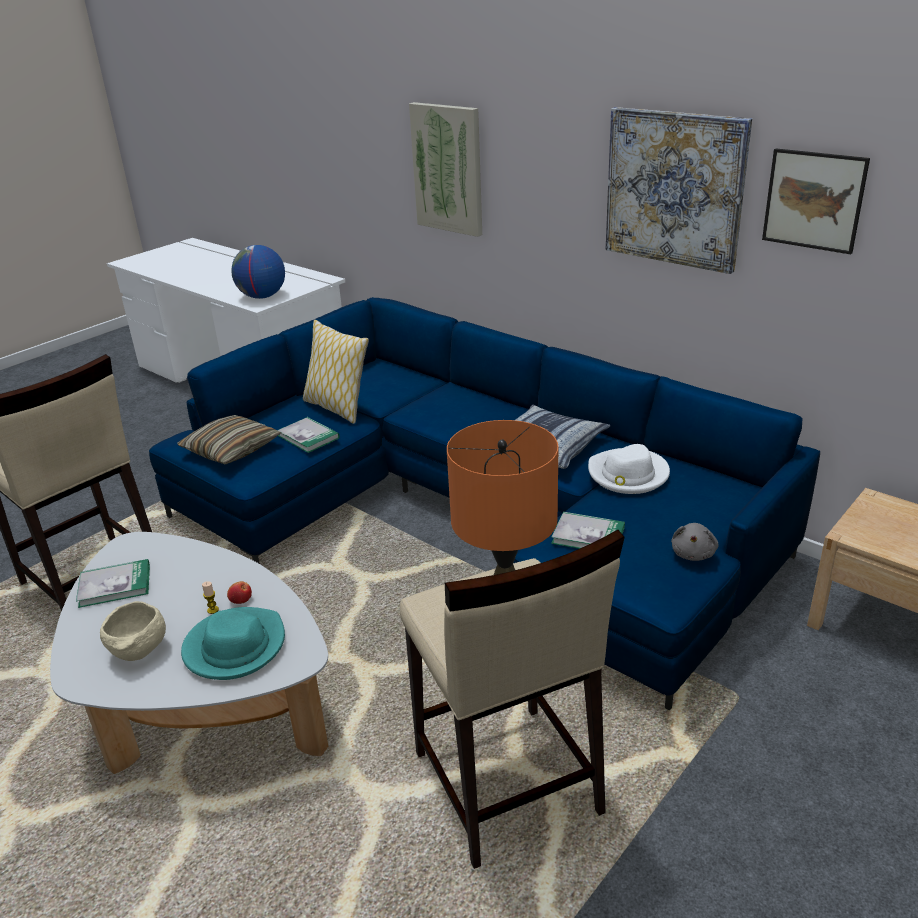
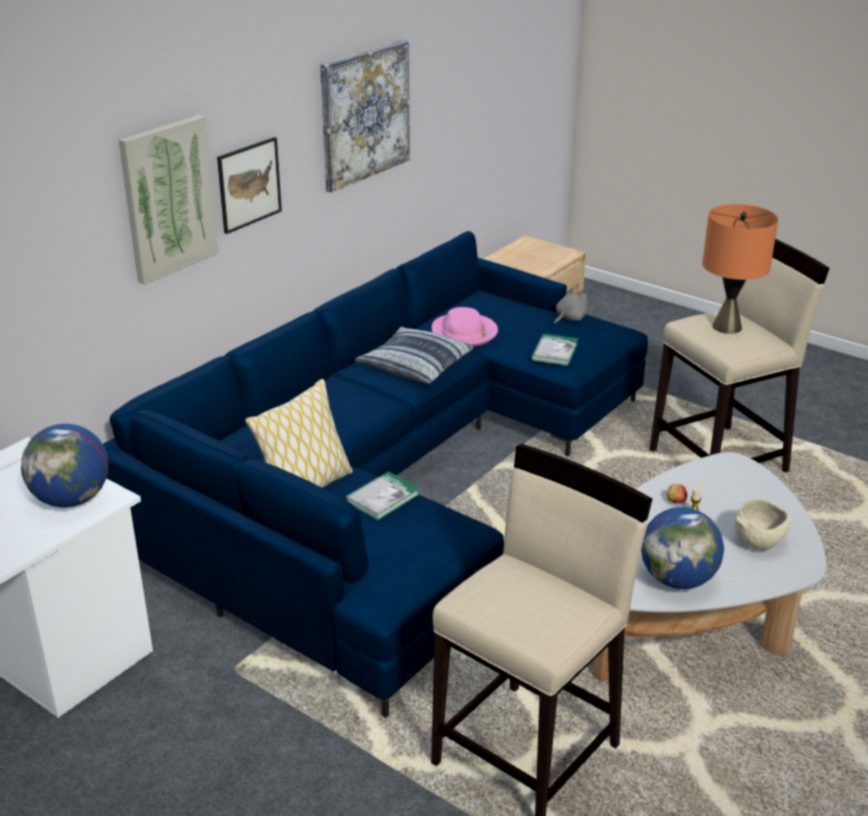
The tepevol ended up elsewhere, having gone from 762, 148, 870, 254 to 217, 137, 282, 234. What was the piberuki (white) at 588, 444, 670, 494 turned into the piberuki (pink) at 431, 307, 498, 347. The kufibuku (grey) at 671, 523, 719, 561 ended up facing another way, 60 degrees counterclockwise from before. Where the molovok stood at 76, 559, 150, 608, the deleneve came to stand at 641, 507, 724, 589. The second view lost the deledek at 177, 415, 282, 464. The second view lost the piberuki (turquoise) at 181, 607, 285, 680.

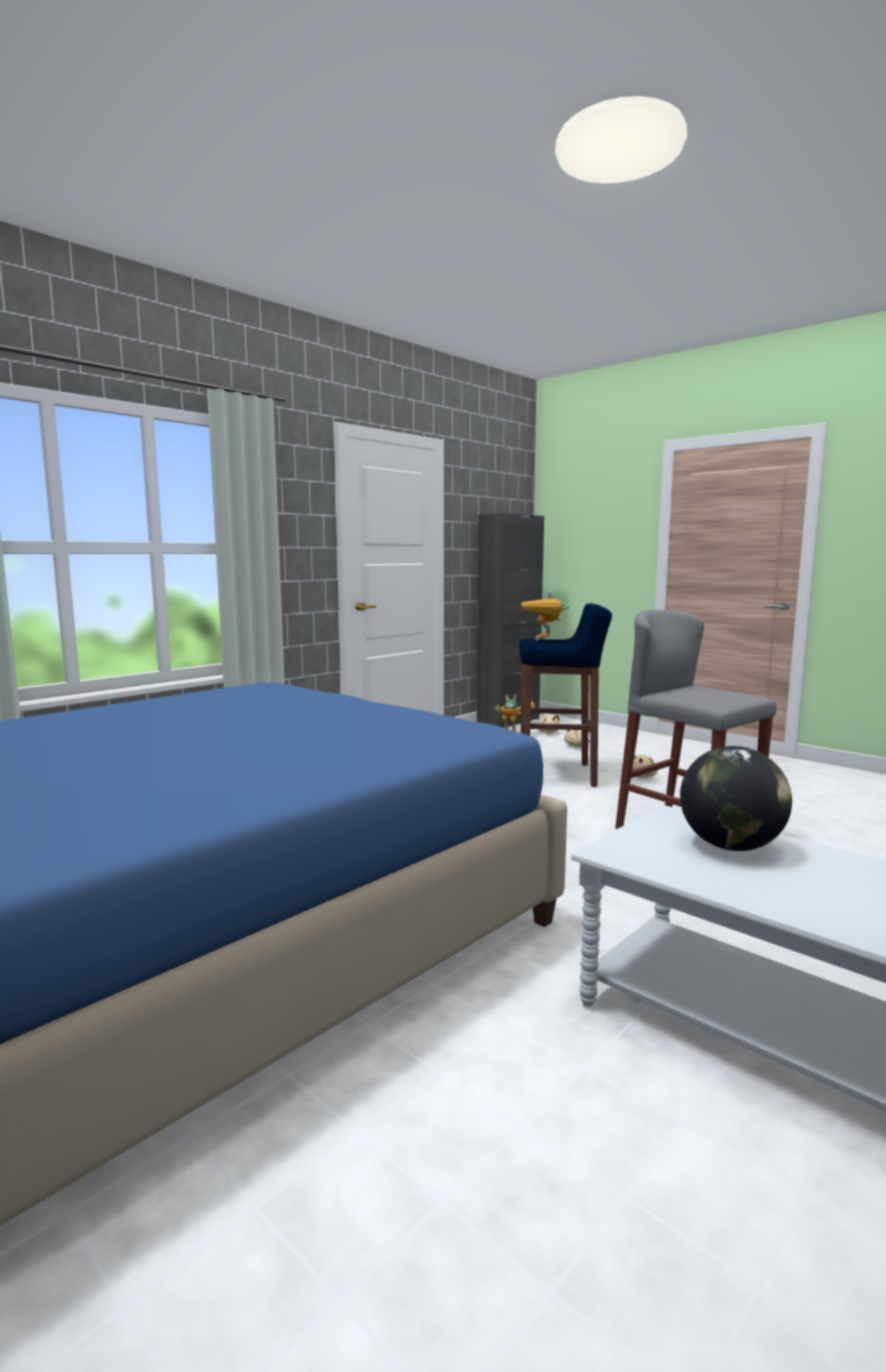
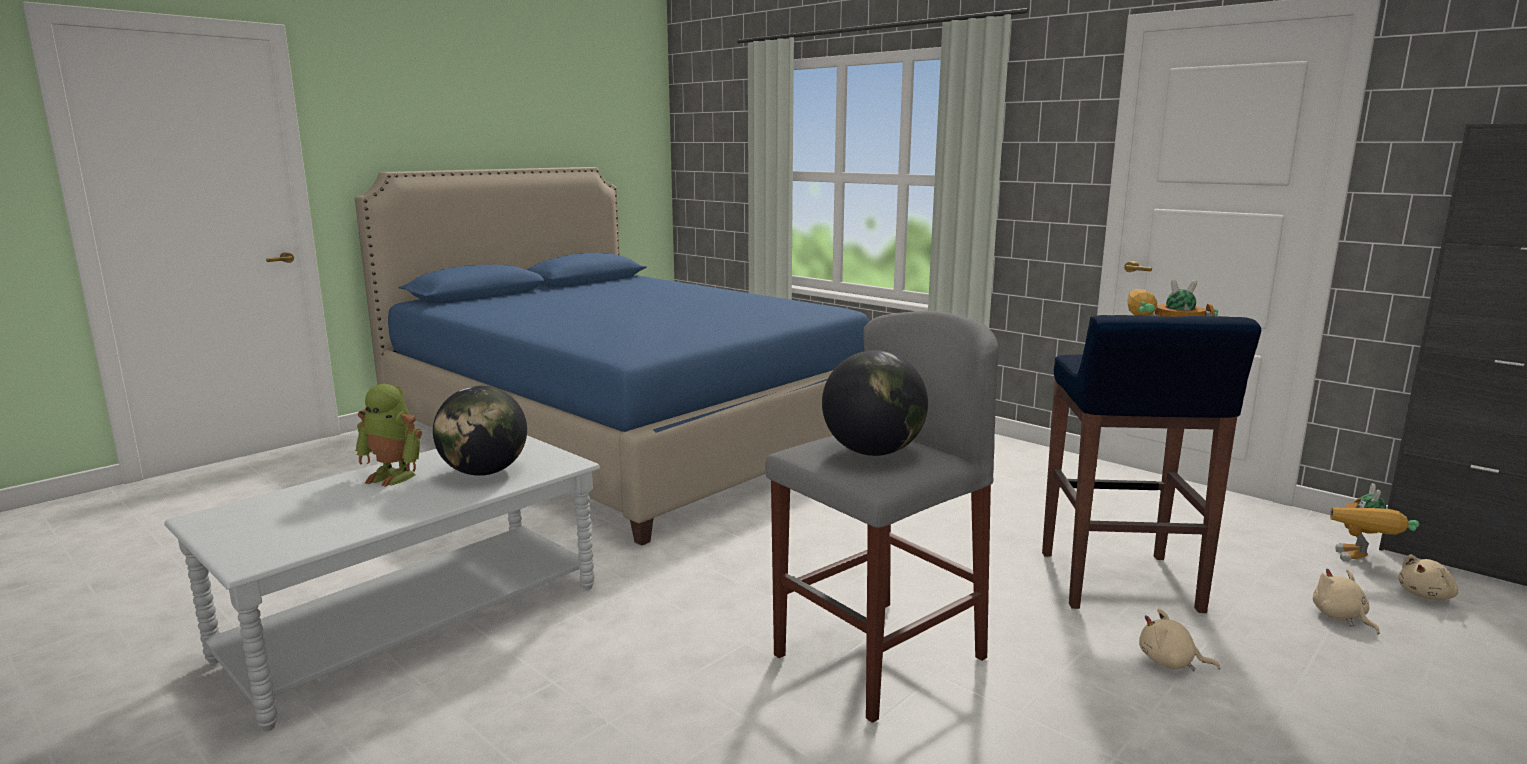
The second view gained the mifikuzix at 355, 384, 422, 487. The second view gained the deleneve at 822, 350, 928, 456.

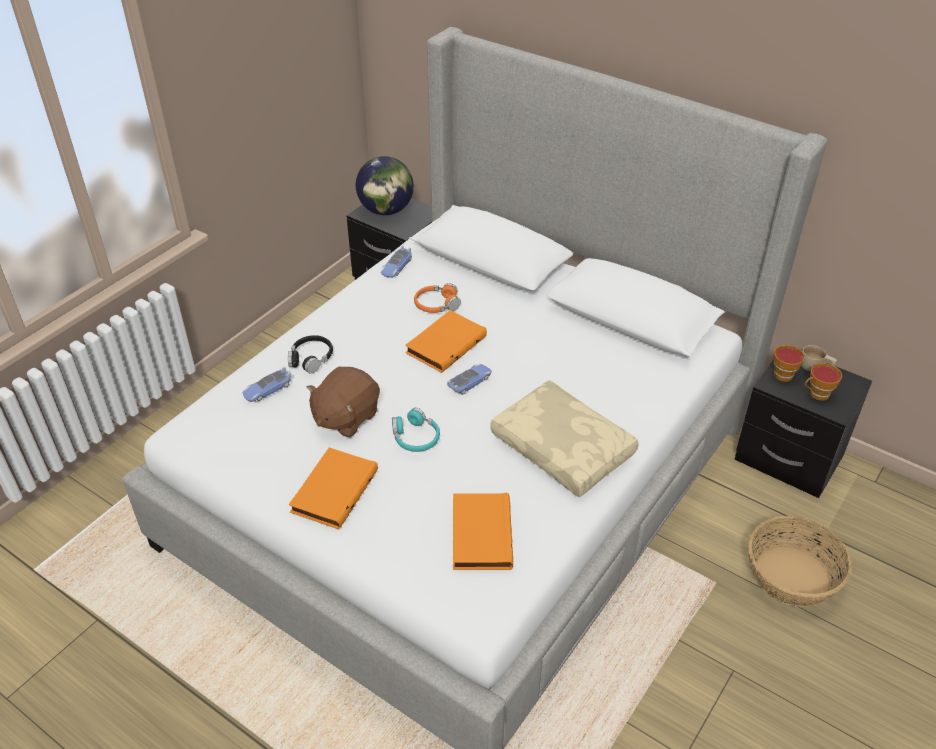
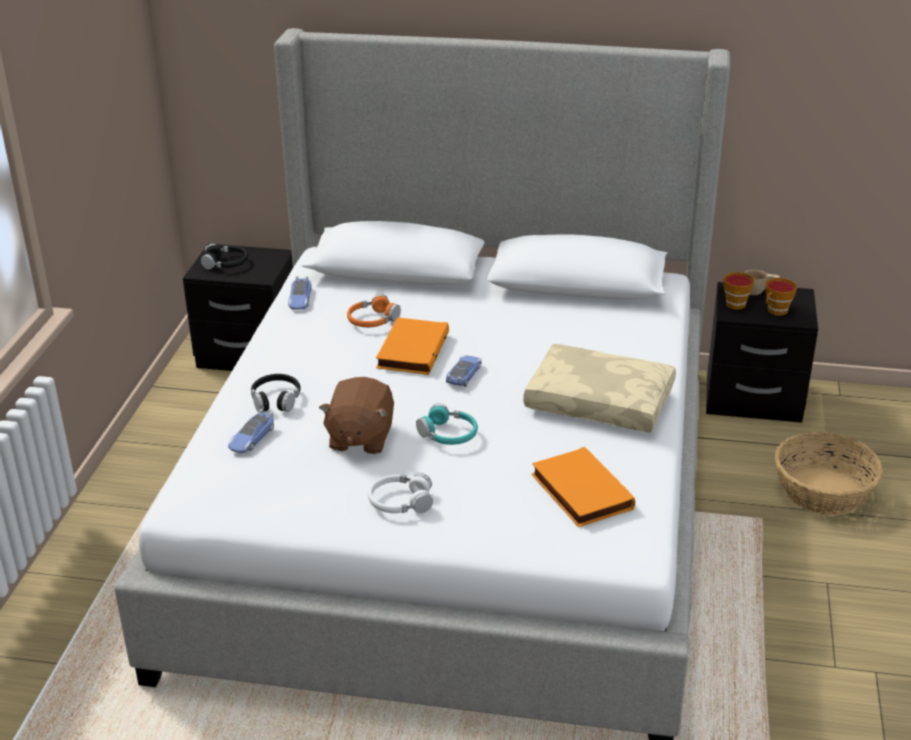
Where the deleneve stood at 356, 156, 414, 215, the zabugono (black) came to stand at 201, 244, 248, 270. Where the molovok (orange) stood at 288, 447, 378, 530, the zabugono (white) came to stand at 368, 473, 433, 513.

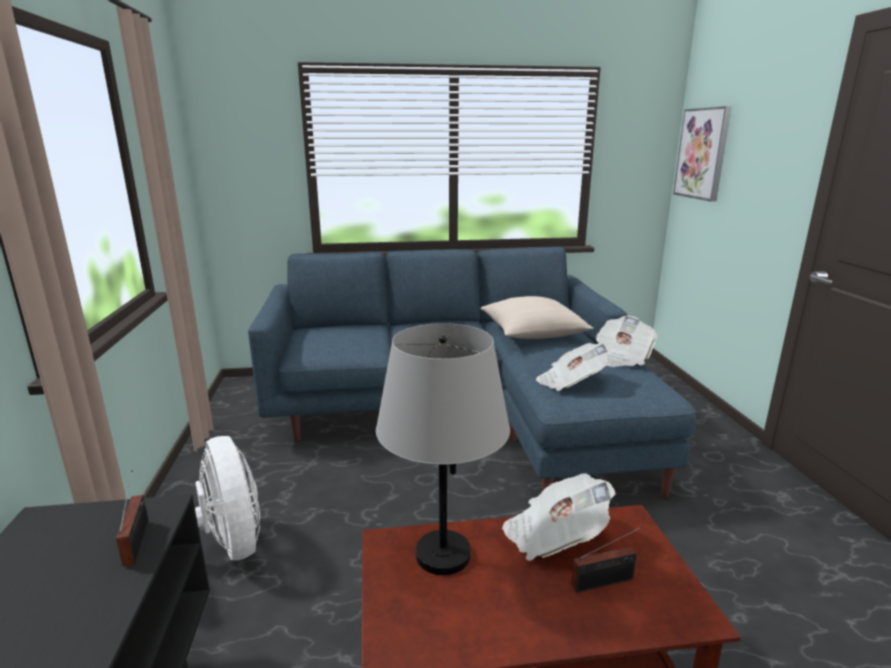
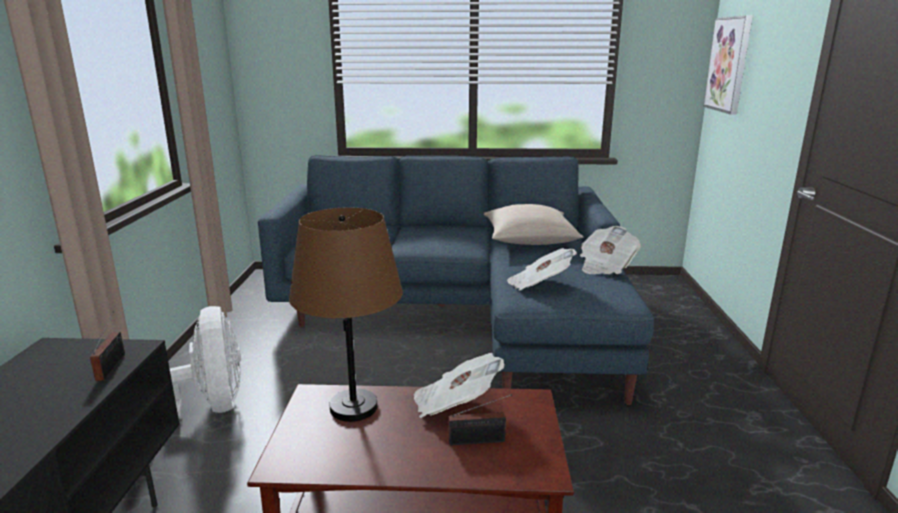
What was the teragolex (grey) at 376, 323, 510, 575 turned into the teragolex (brown) at 289, 208, 403, 422.

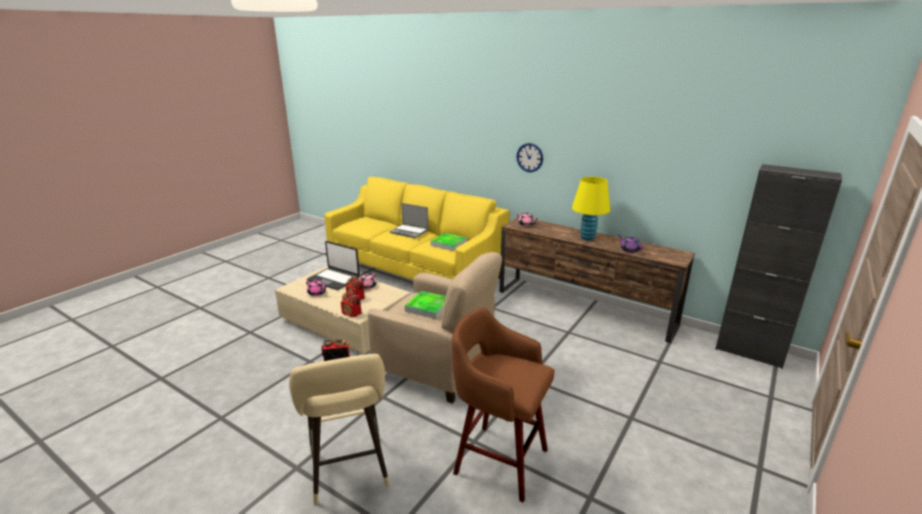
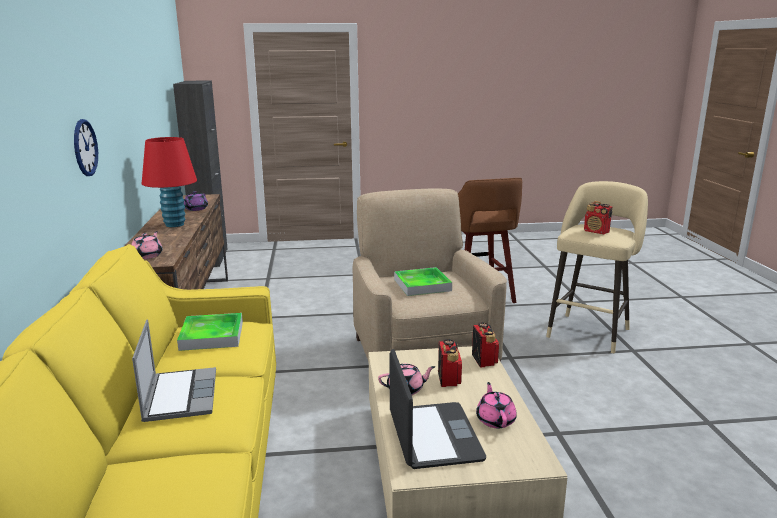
What was the teragolex (yellow) at 572, 177, 610, 241 turned into the teragolex (red) at 142, 137, 197, 227.

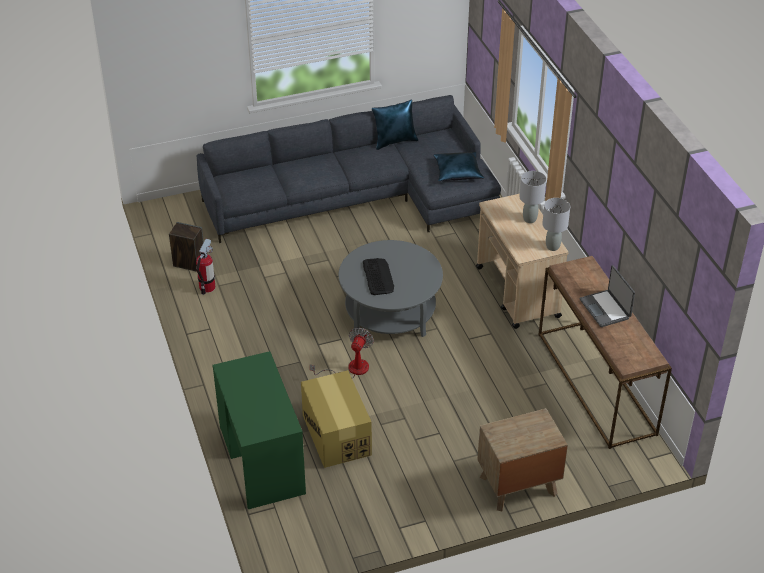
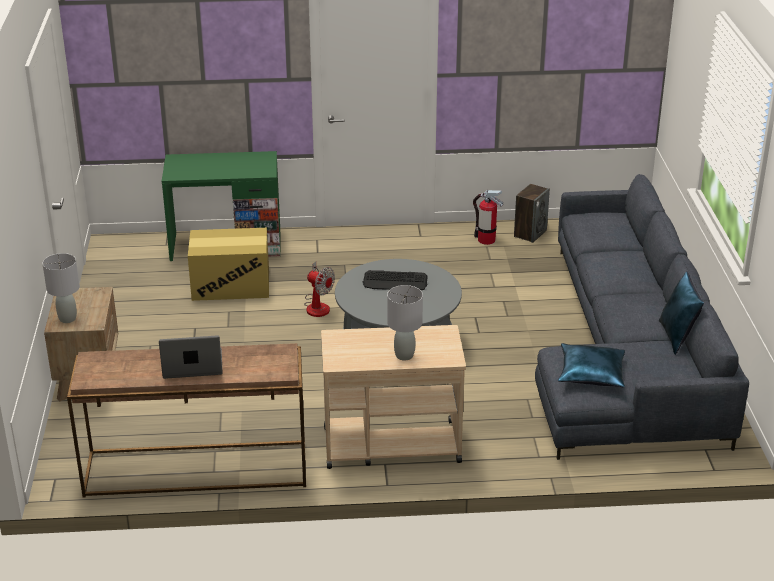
The teragolex (grey) ended up elsewhere, having gone from 542, 198, 570, 251 to 42, 253, 80, 323.

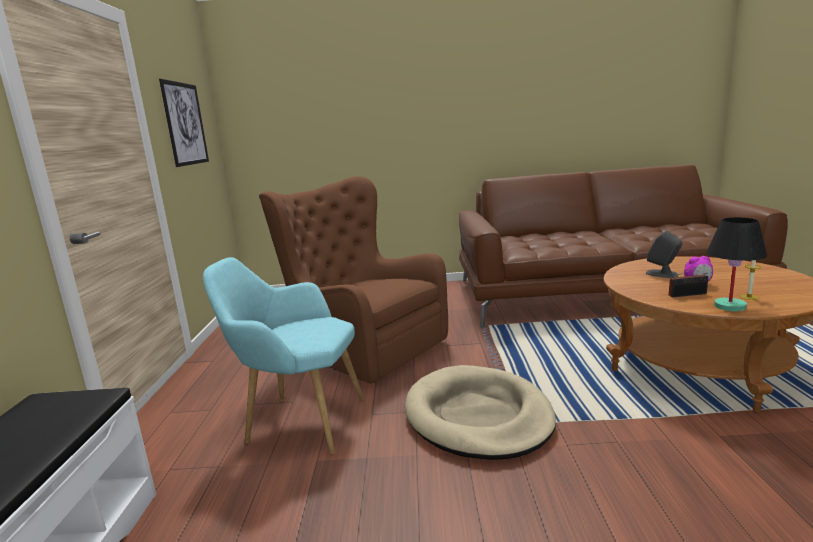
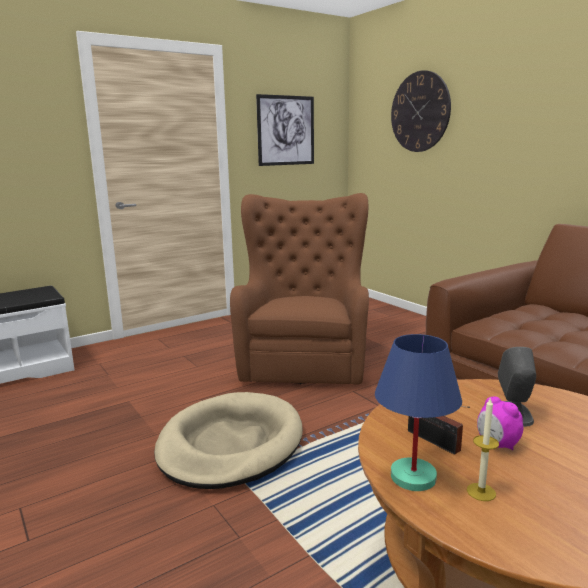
What was the teragolex (black) at 706, 217, 767, 311 turned into the teragolex (blue) at 375, 334, 462, 491. The second view gained the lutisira at 391, 70, 451, 152. The second view lost the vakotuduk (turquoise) at 203, 257, 364, 455.

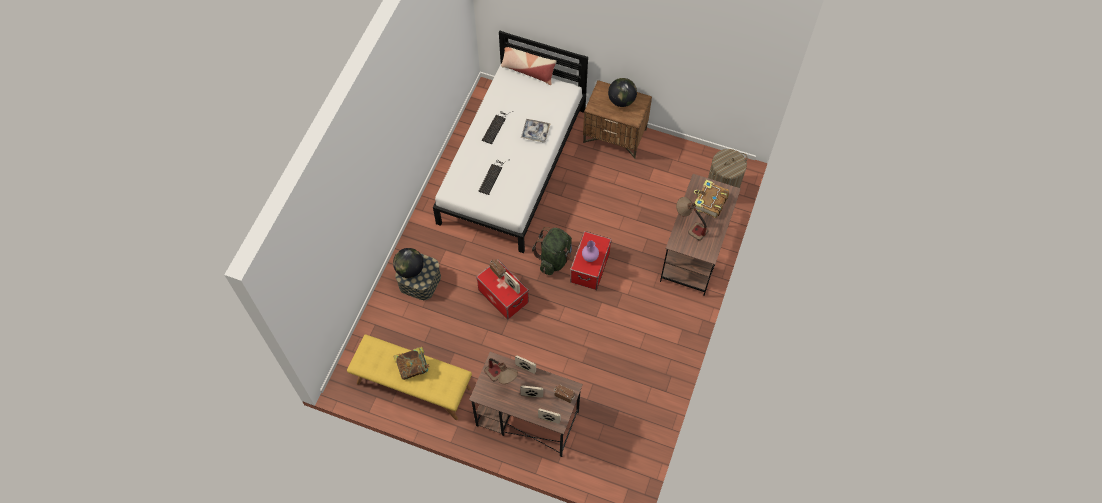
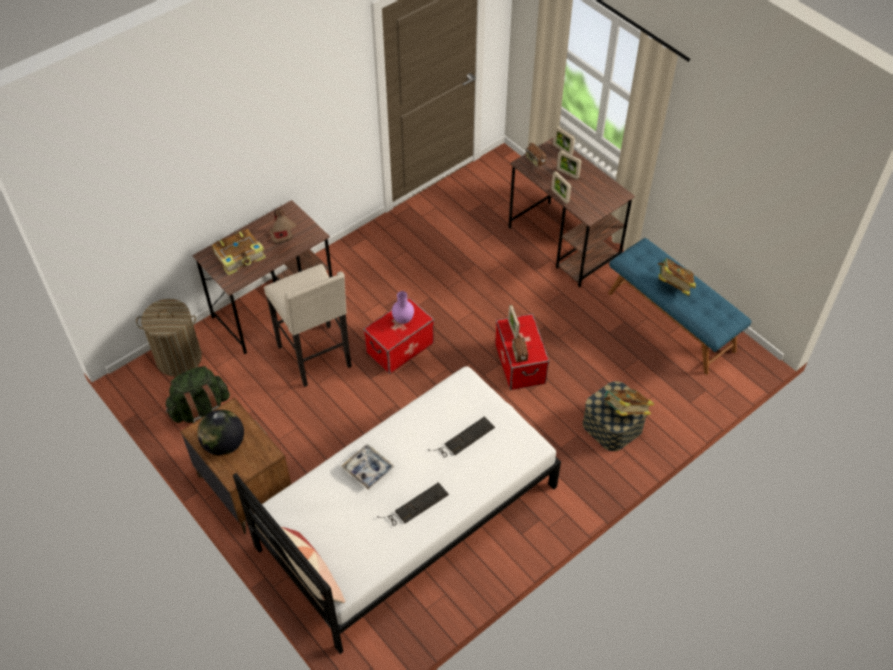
The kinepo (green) ended up elsewhere, having gone from 532, 227, 572, 275 to 165, 366, 230, 423. The second view gained the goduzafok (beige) at 264, 264, 352, 387. Where the deleneve stood at 393, 248, 424, 278, the molovok came to stand at 603, 389, 654, 416. What was the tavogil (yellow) at 347, 334, 472, 420 turned into the tavogil (blue) at 608, 238, 751, 375. The second view lost the teragolex at 484, 358, 518, 384.

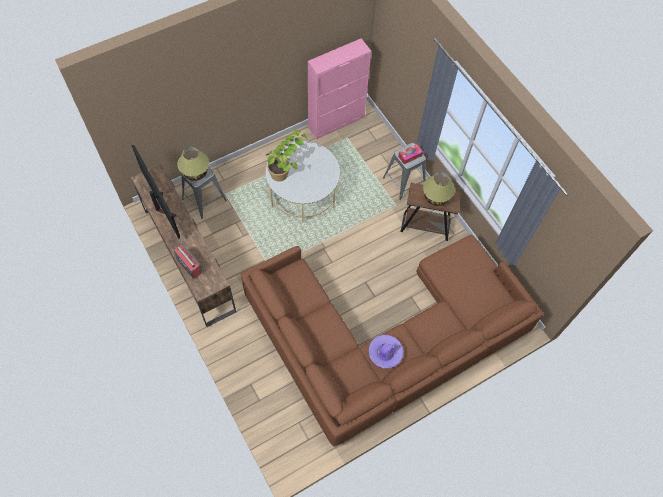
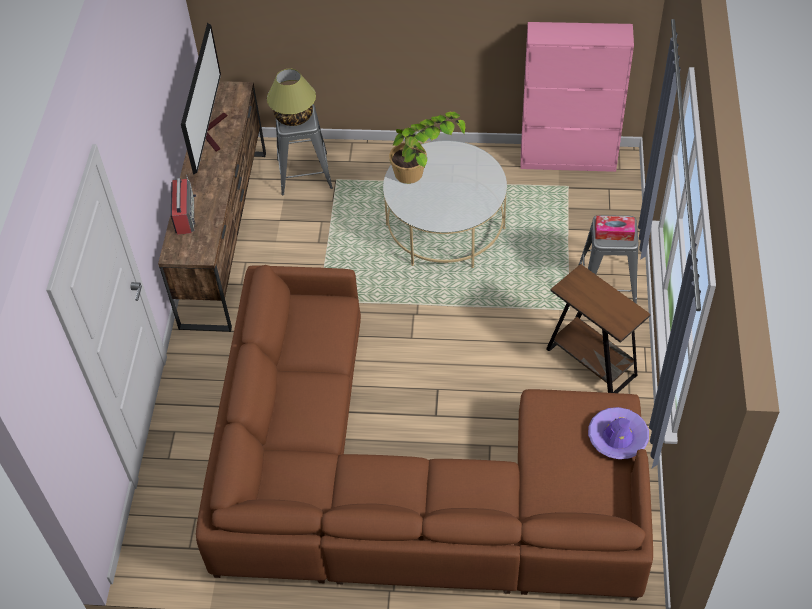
The piberuki (purple) ended up elsewhere, having gone from 368, 335, 404, 368 to 588, 407, 649, 459. The second view lost the teragolex at 423, 172, 455, 206.

